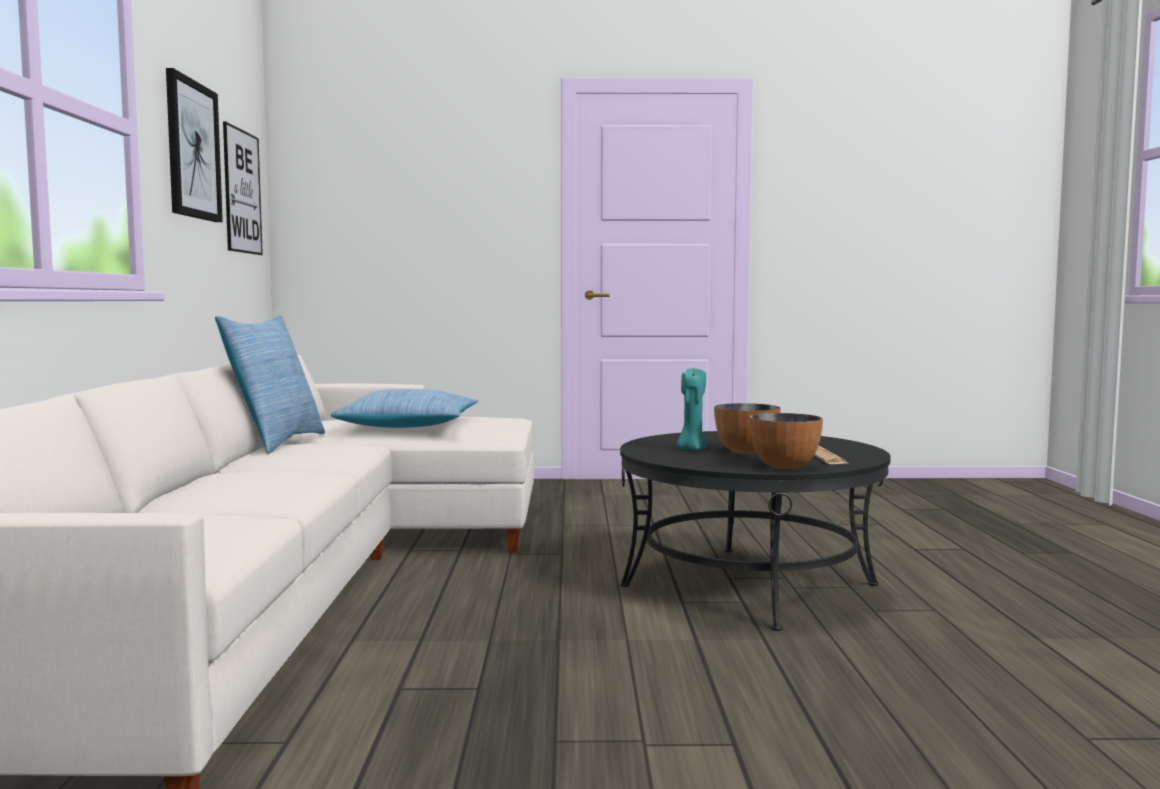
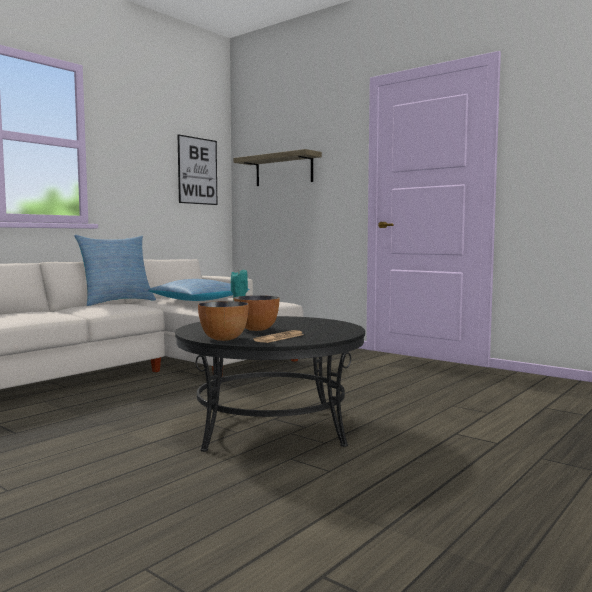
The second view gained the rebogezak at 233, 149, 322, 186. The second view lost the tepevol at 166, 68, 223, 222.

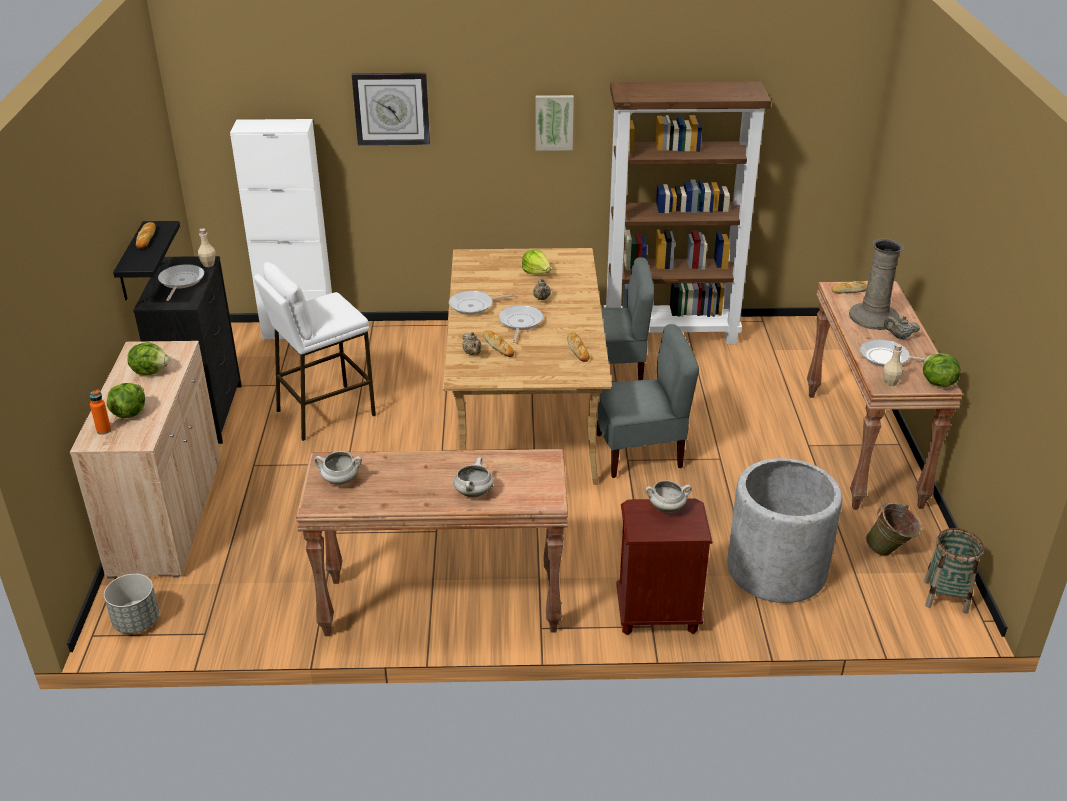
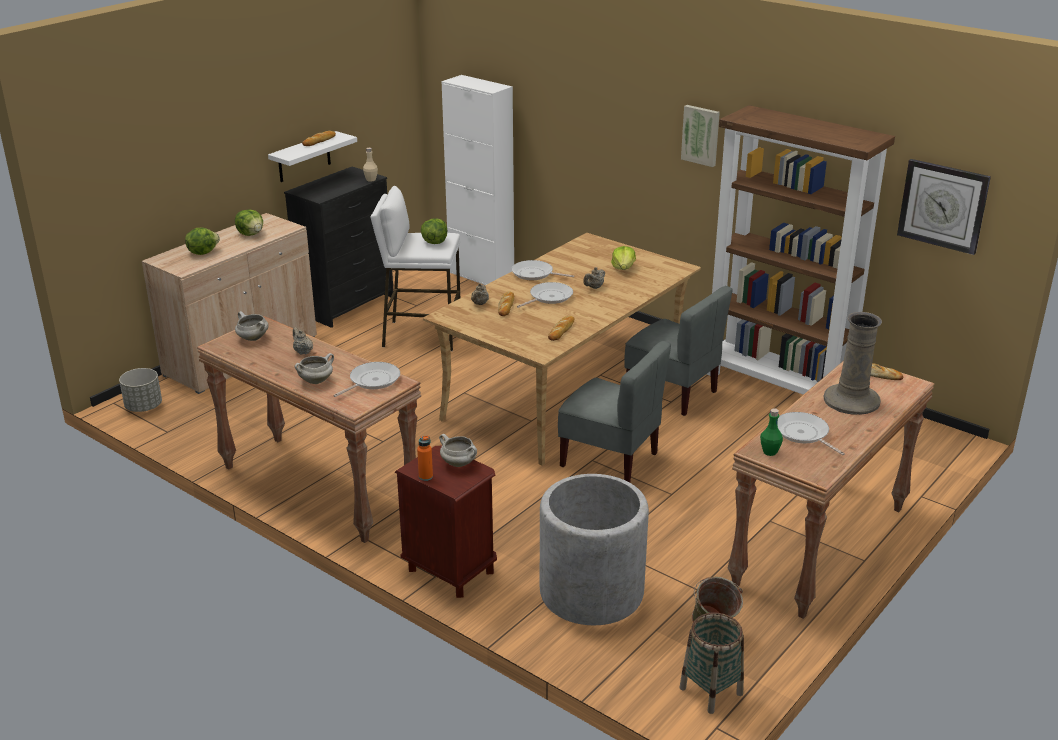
What was the rebogezak (black) at 113, 221, 180, 300 turned into the rebogezak (white) at 268, 131, 357, 182. The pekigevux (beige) ended up elsewhere, having gone from 884, 316, 920, 339 to 293, 327, 313, 355. The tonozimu ended up elsewhere, having gone from 158, 264, 204, 301 to 333, 362, 400, 397. The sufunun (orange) ended up elsewhere, having gone from 90, 390, 111, 435 to 417, 436, 433, 481. The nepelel ended up elsewhere, having gone from 923, 353, 960, 387 to 421, 218, 447, 244. What was the sufunun (beige) at 883, 344, 904, 386 turned into the sufunun (green) at 760, 408, 783, 456. The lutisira ended up elsewhere, having gone from 352, 73, 430, 145 to 897, 159, 991, 255.

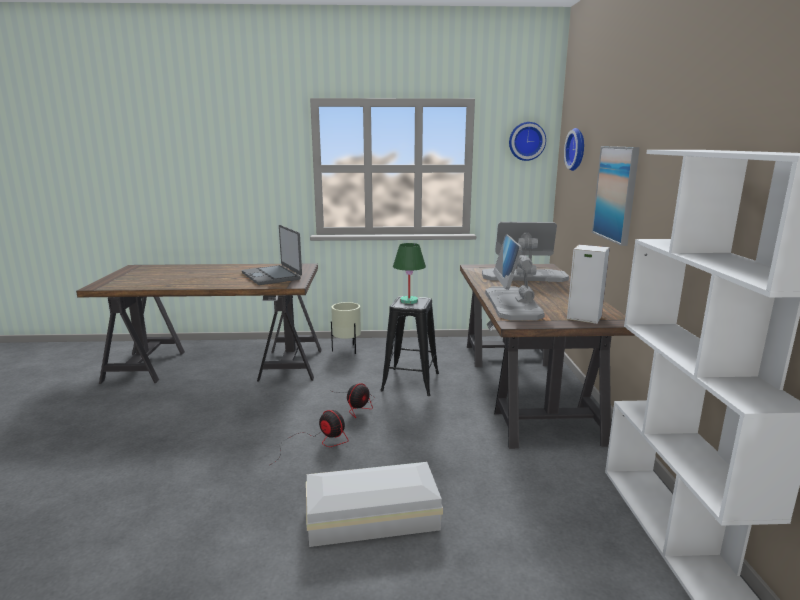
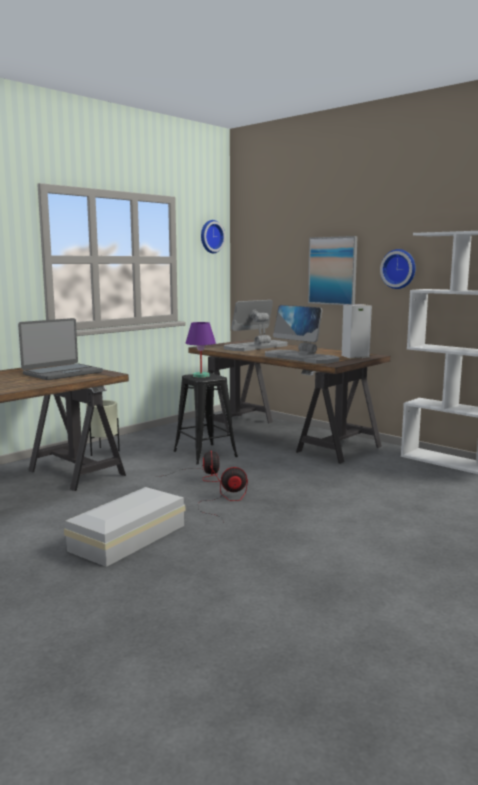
The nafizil at 242, 225, 302, 285 ended up facing another way, 60 degrees counterclockwise from before. The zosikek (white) ended up elsewhere, having gone from 306, 462, 443, 547 to 64, 487, 185, 567. What was the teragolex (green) at 393, 243, 426, 304 turned into the teragolex (purple) at 185, 322, 216, 378. The lutisira ended up elsewhere, having gone from 564, 128, 584, 171 to 380, 249, 416, 289.

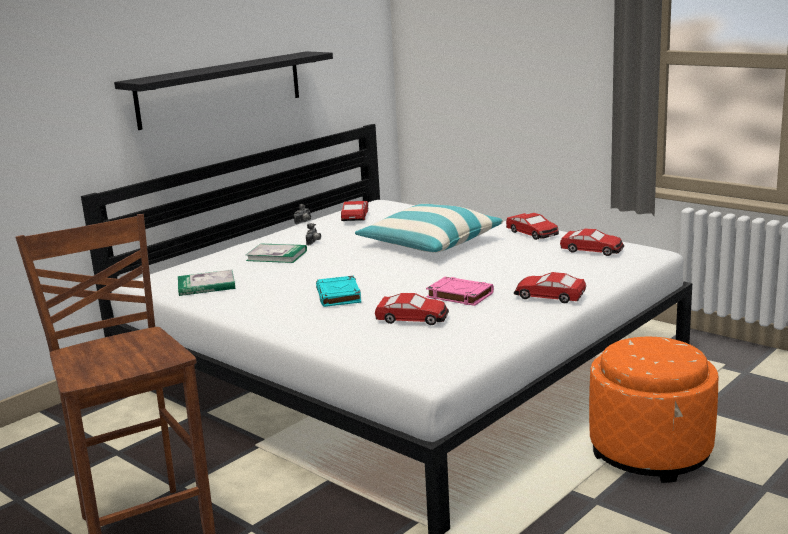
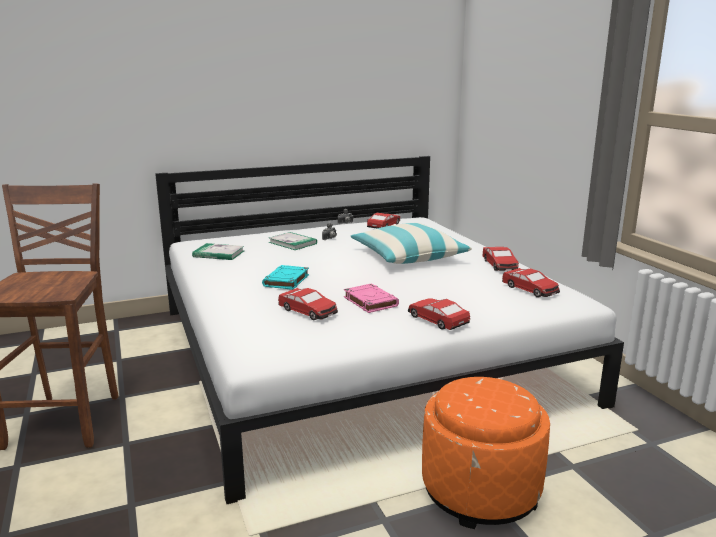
The second view lost the rebogezak (black) at 114, 51, 333, 130.

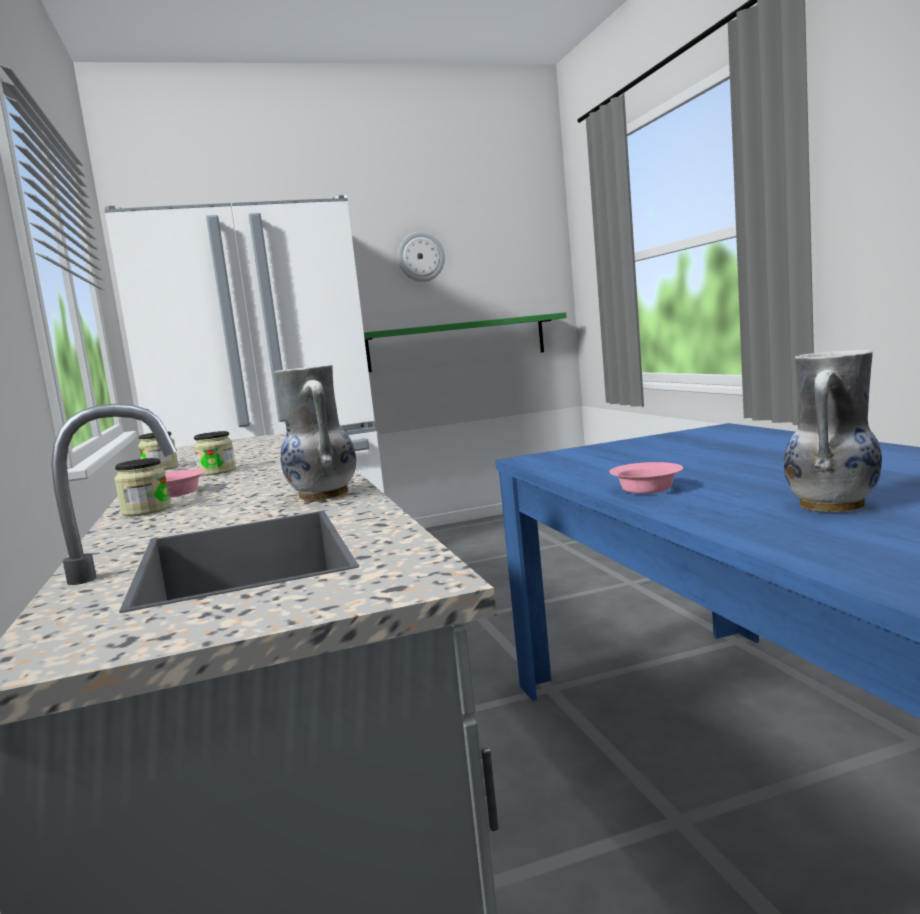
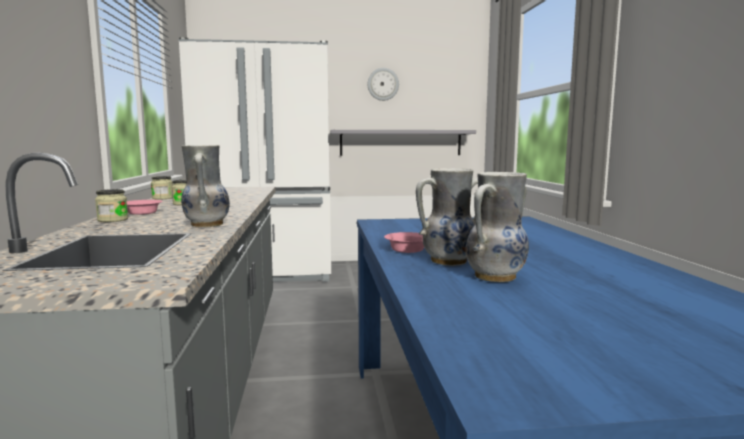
What was the rebogezak (green) at 364, 312, 567, 372 turned into the rebogezak (grey) at 330, 130, 476, 156. The second view gained the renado at 416, 168, 478, 266.

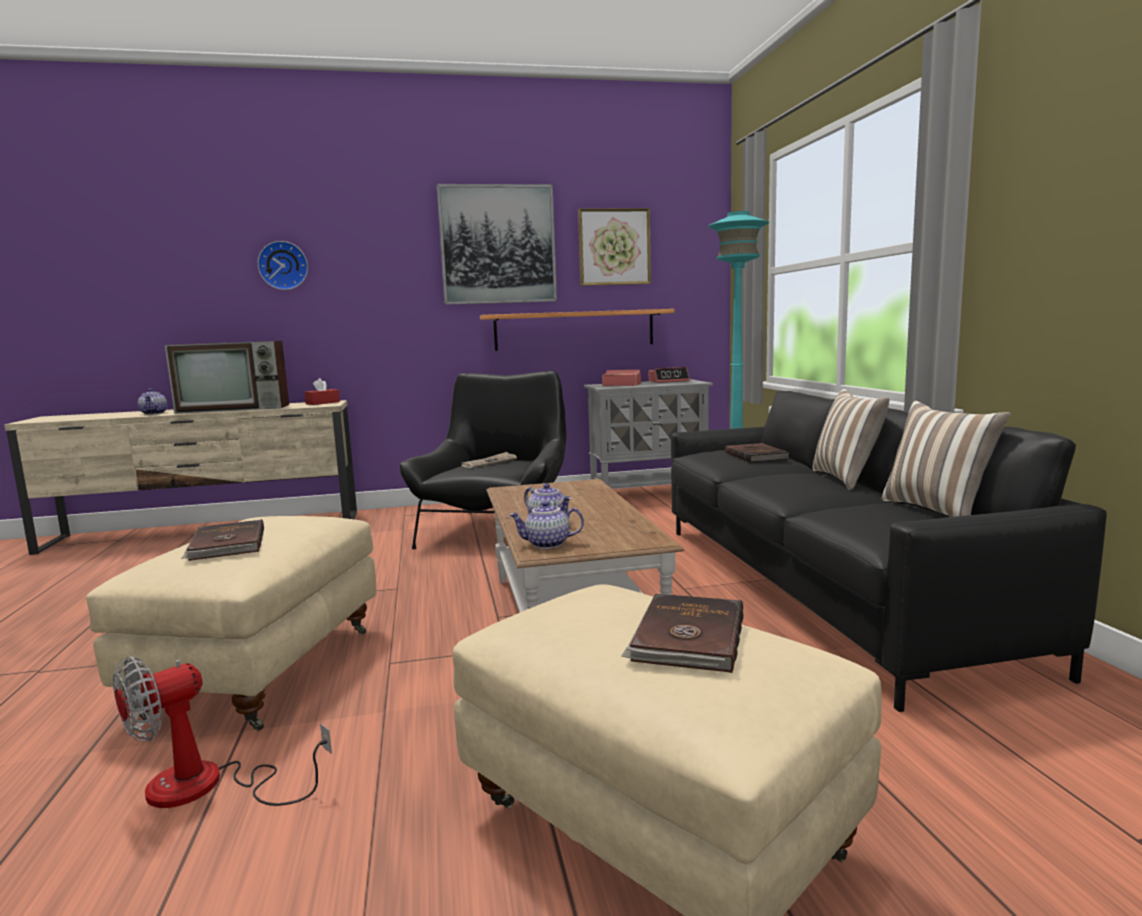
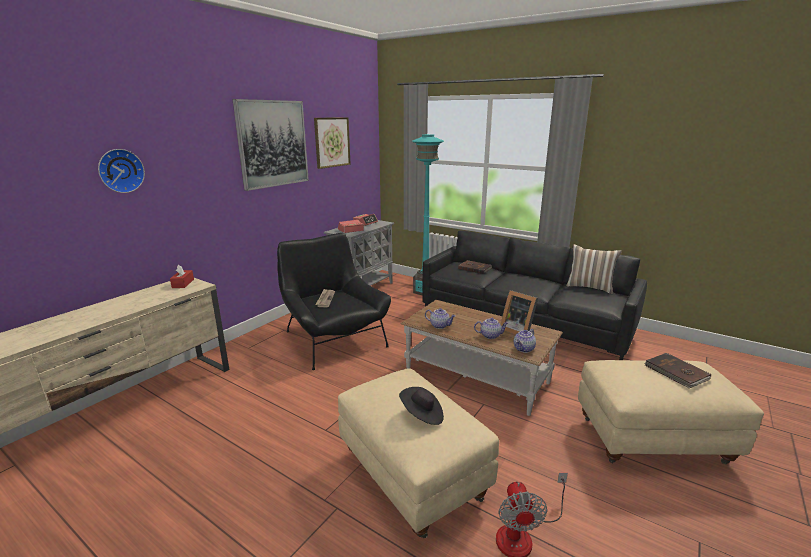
Where the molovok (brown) stood at 181, 519, 264, 561, the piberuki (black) came to stand at 399, 387, 444, 425. The pekigevux ended up elsewhere, having gone from 138, 389, 167, 415 to 425, 308, 456, 329. The second view gained the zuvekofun at 501, 290, 538, 335. The second view lost the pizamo at 165, 341, 289, 414. The second view lost the rebogezak at 480, 309, 675, 351. The second view lost the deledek at 812, 389, 890, 490.

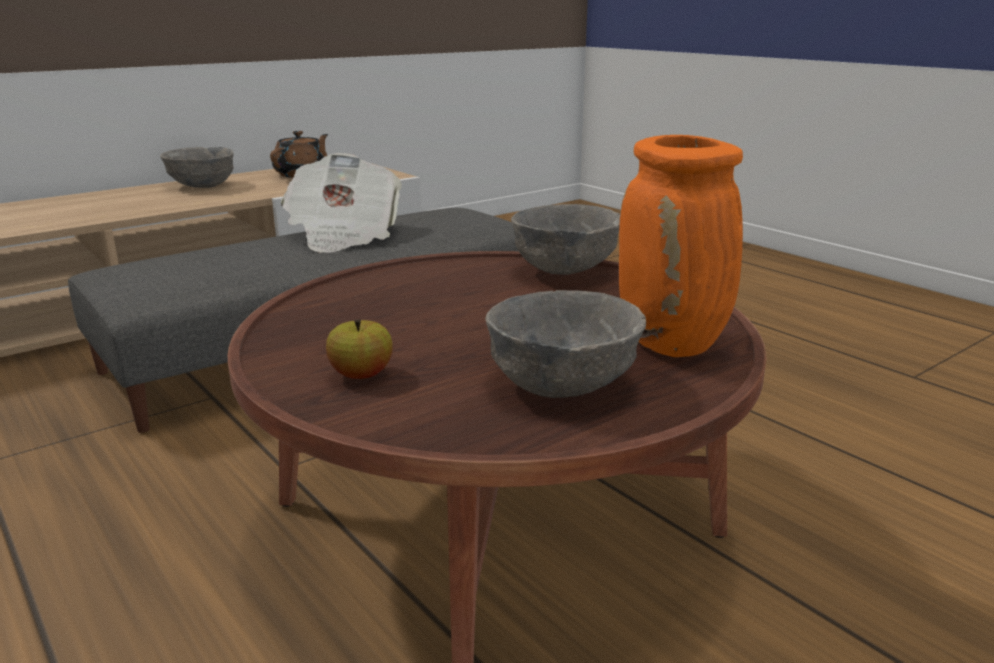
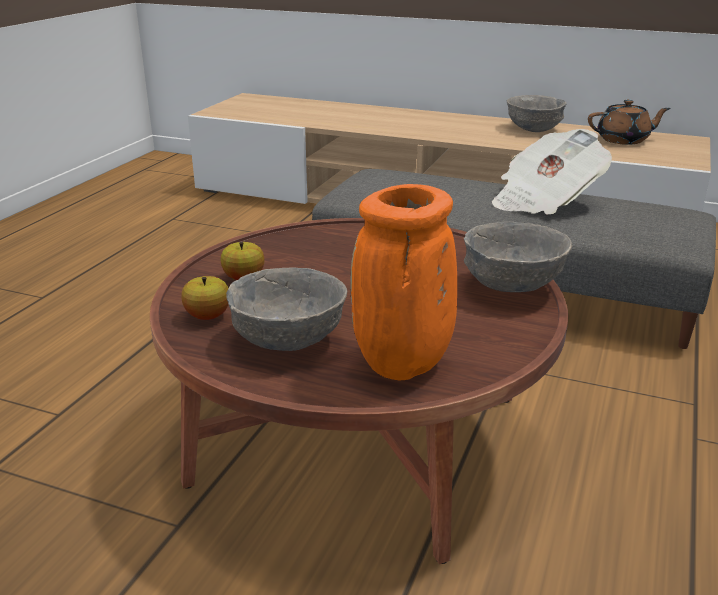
The second view gained the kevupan at 181, 276, 229, 320.

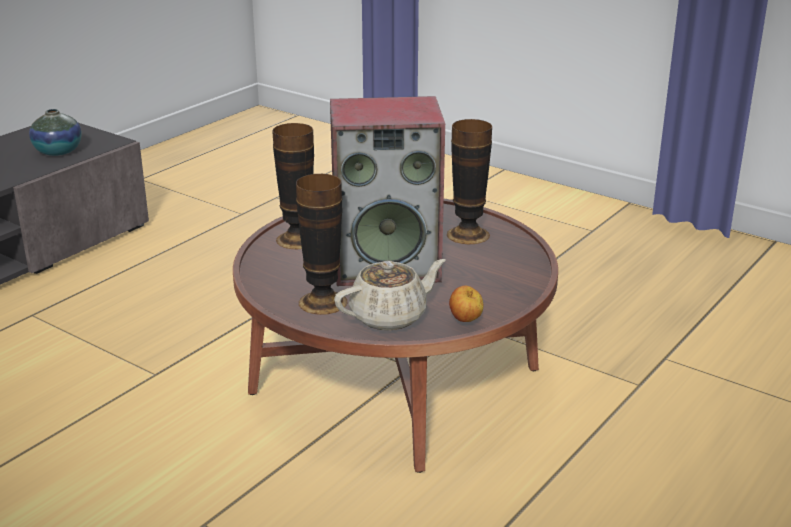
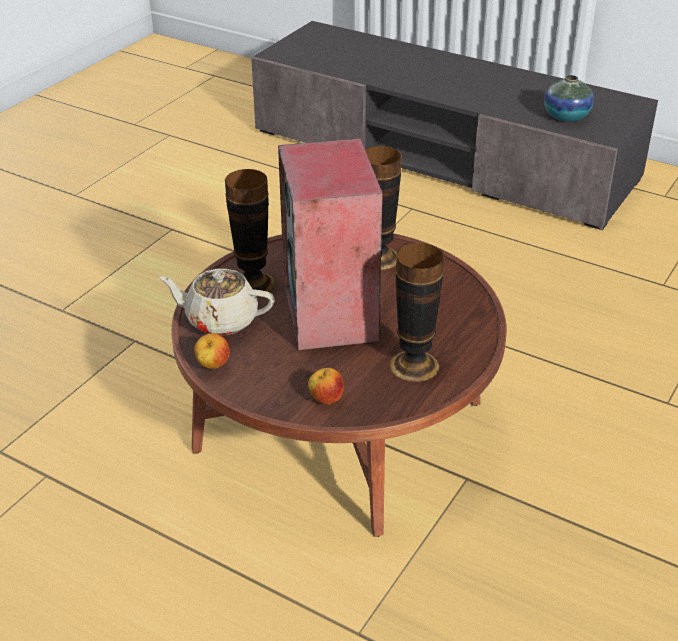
The pekigevux (beige) at 334, 259, 446, 330 ended up facing another way, 135 degrees clockwise from before. The second view gained the kevupan at 308, 368, 344, 404.

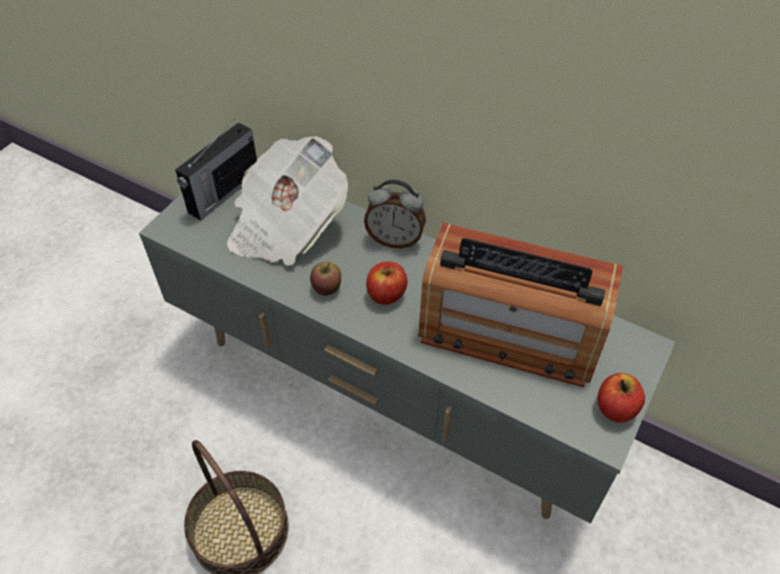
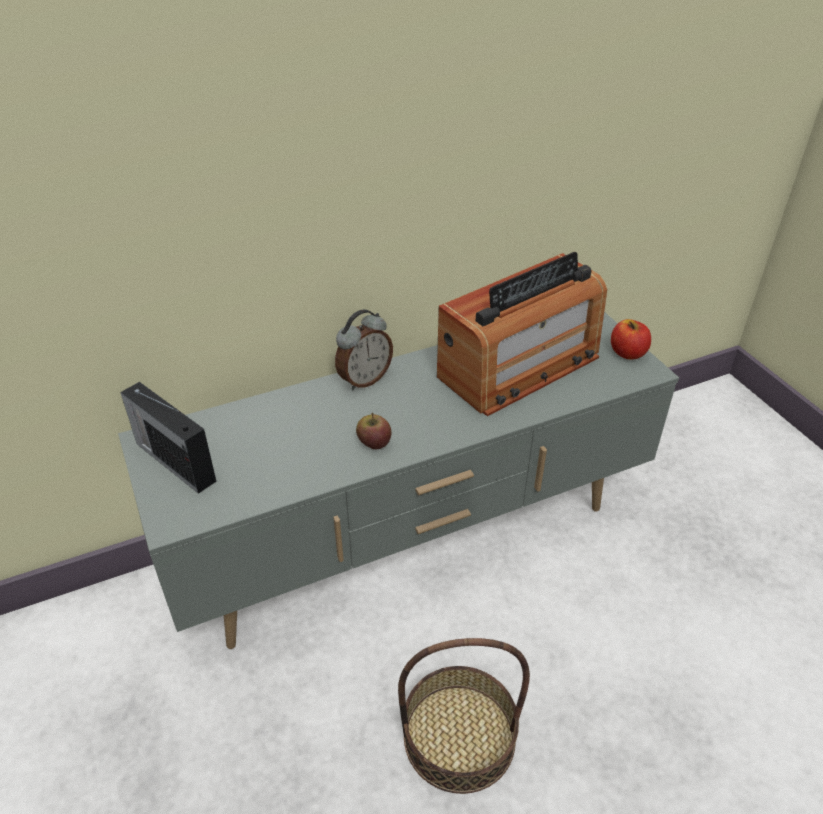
The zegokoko at 175, 118, 257, 221 ended up facing another way, 150 degrees clockwise from before. The second view lost the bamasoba at 227, 136, 348, 266. The second view lost the kevupan at 366, 261, 407, 305.

